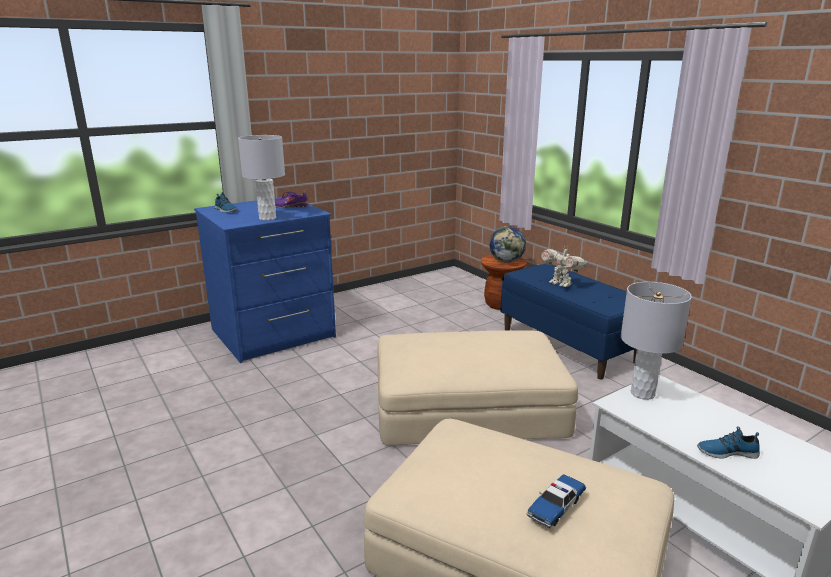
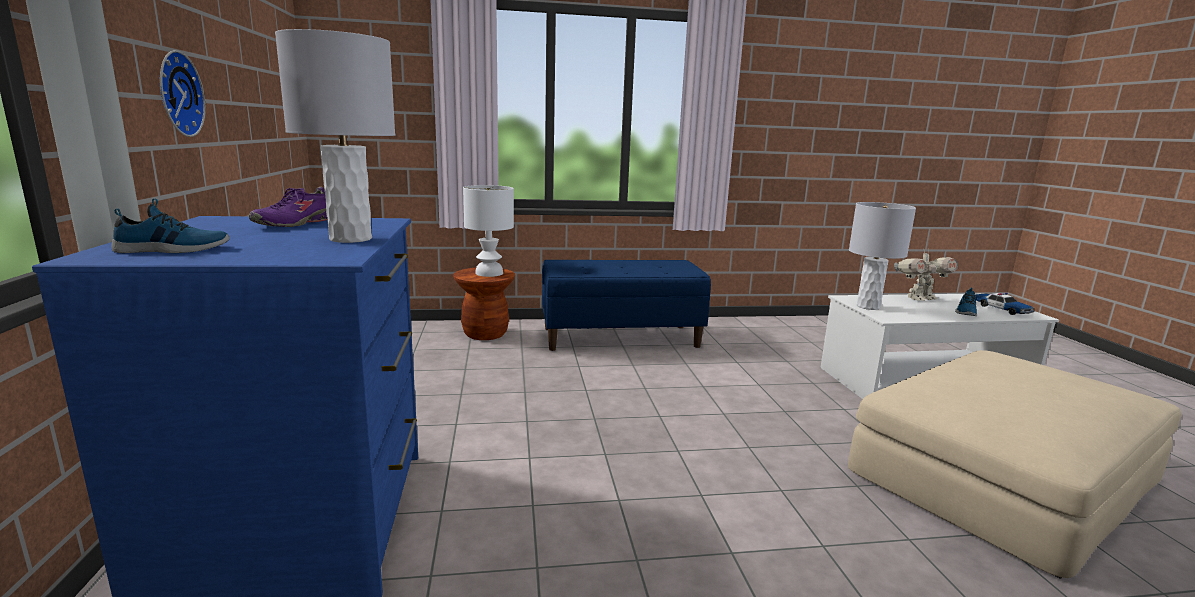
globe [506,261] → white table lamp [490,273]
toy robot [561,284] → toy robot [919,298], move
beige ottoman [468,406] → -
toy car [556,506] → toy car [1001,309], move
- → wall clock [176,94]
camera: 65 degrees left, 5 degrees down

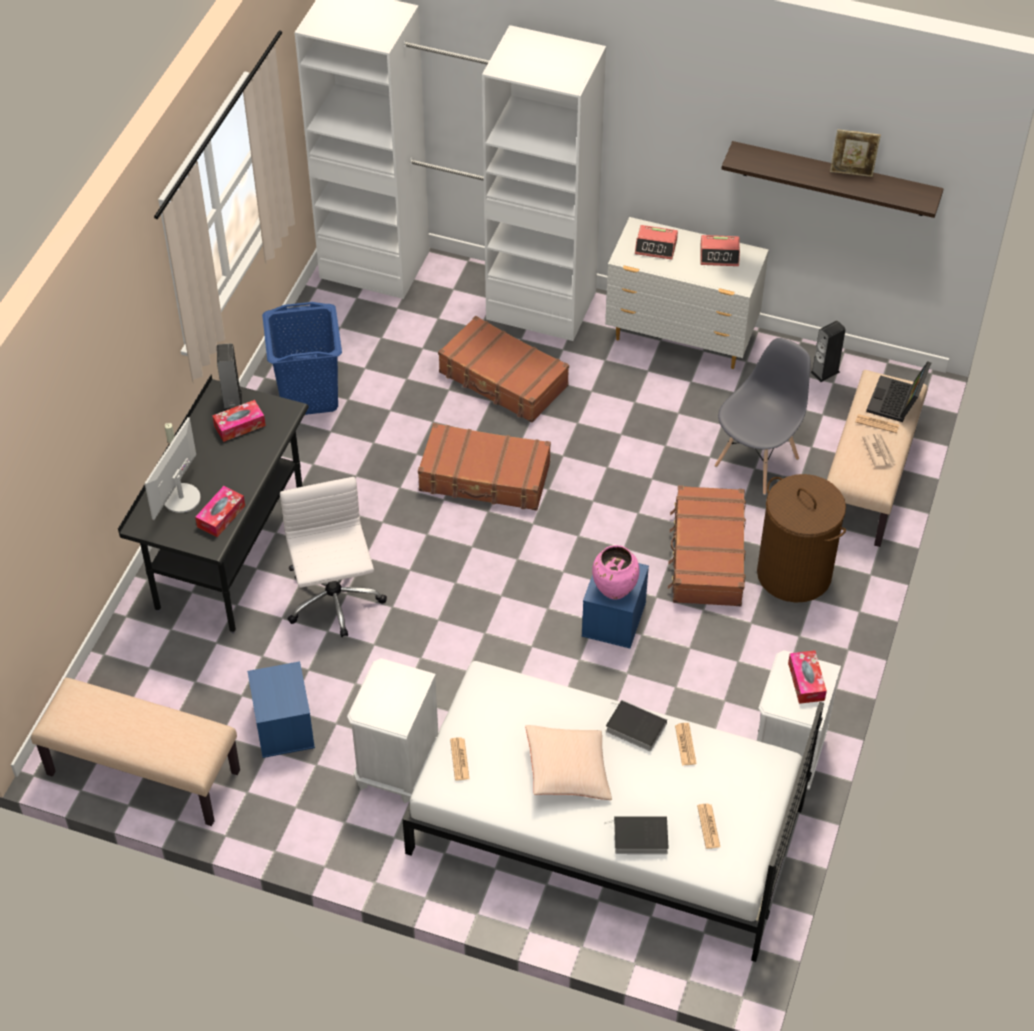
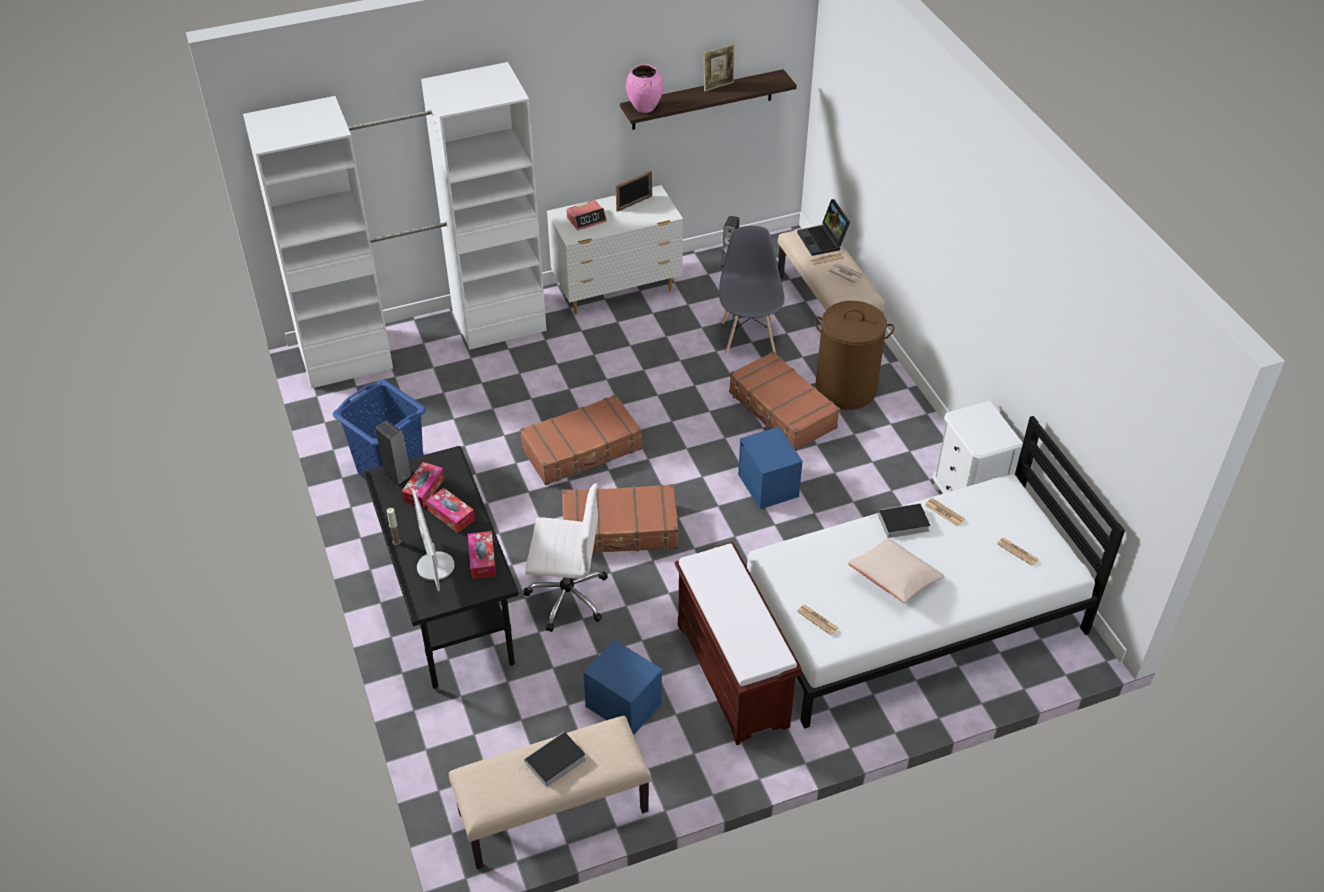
alarm clock [719,255] → picture frame [634,203]
brown suitcase [503,380] → brown suitcase [620,530], move
white office chair [334,602] → white office chair [566,596], 150 degrees clockwise
pink vase [614,591] → pink vase [645,108], move
tissue box [806,681] → tissue box [451,515], move
white nightstand [396,767] → brown bench [733,675]
book [638,837] → book [554,762], move
camera: 40 degrees left, 5 degrees down

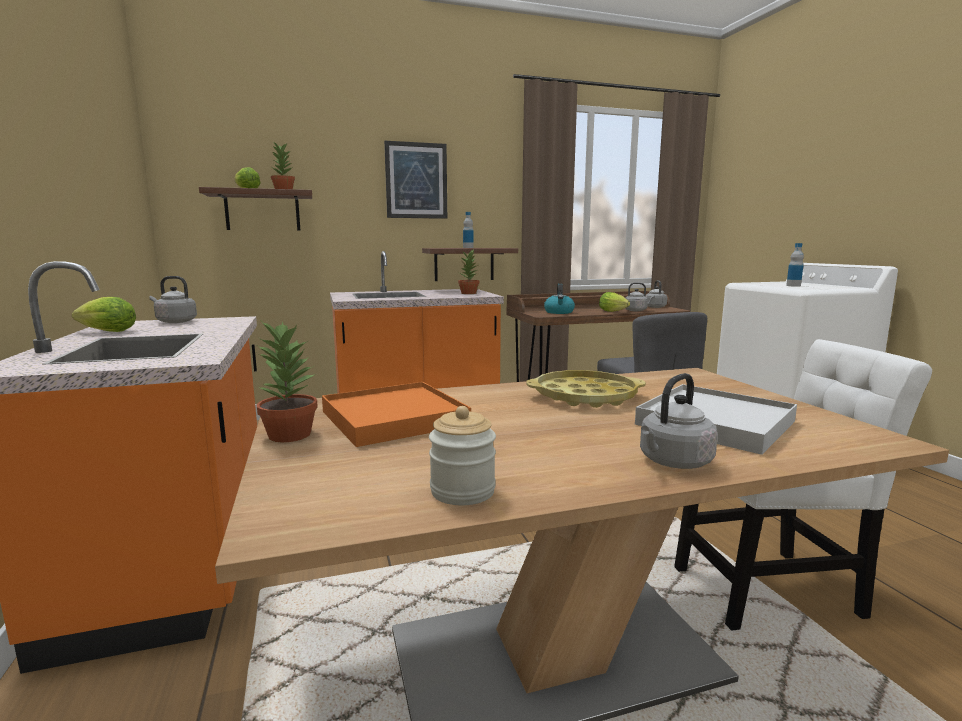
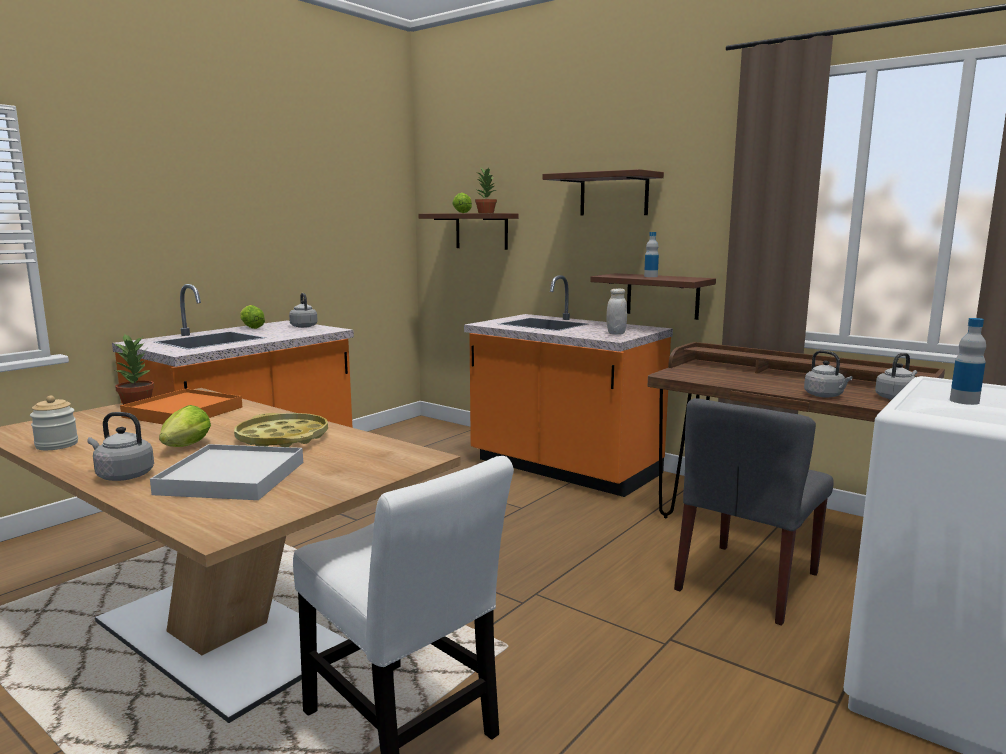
picture [416,181] → brown shelf [614,194]
potted plant [469,293] → white jar [616,333]
kettle [559,312] → -
lettuce [614,312] → lettuce [184,447], move
camera: 55 degrees right, 0 degrees up

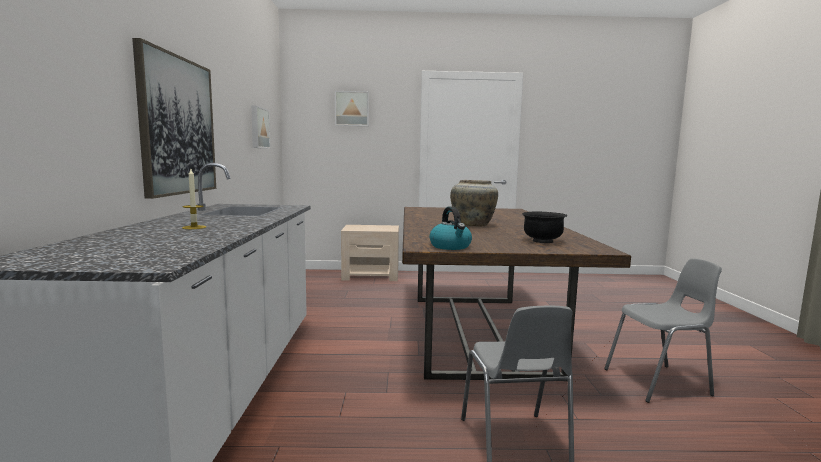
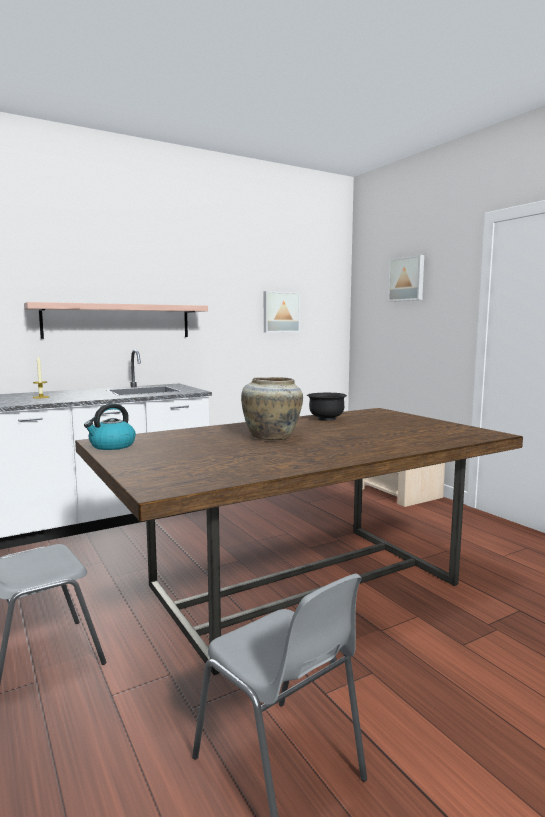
picture [178,126] → shelf [118,321]
black bowl [542,241] → black bowl [326,419], move
camera: 60 degrees right, 0 degrees up

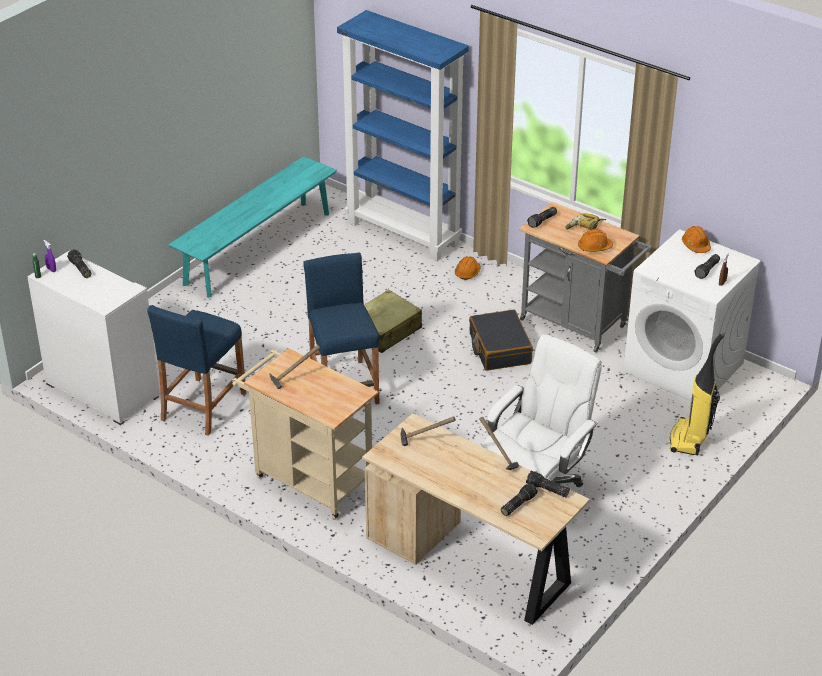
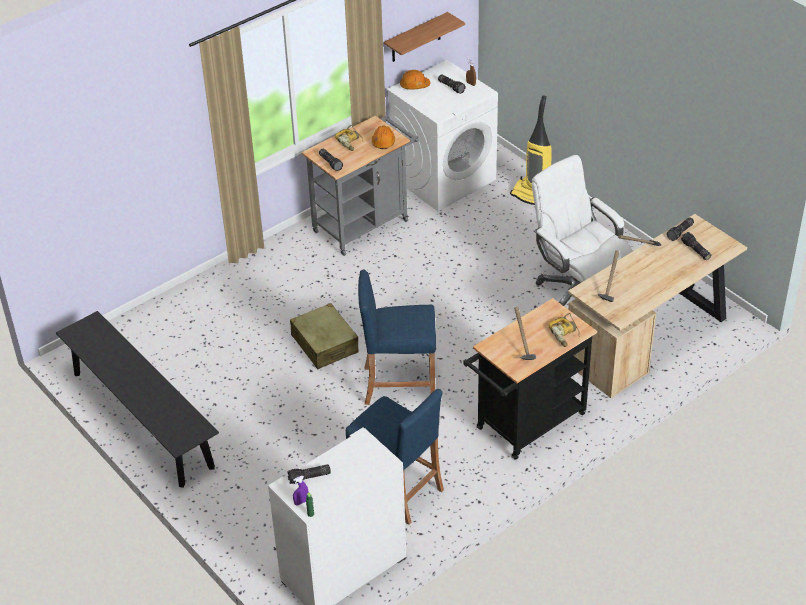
blue bookcase [404,233] → -
turquoise bench [258,248] → black bench [142,419]
orange hard hat [467,273] → -
black suitcase [499,349] → -
beige cart [308,479] → black cart [526,425]
- → shelf [416,38]
- → power drill [565,334]
camera: 75 degrees left, 5 degrees up

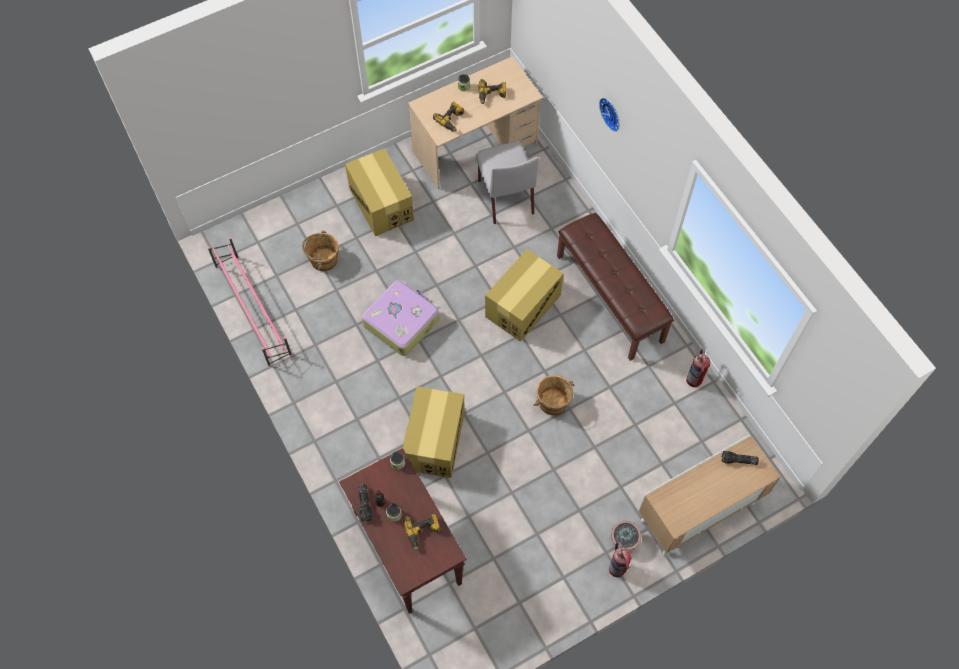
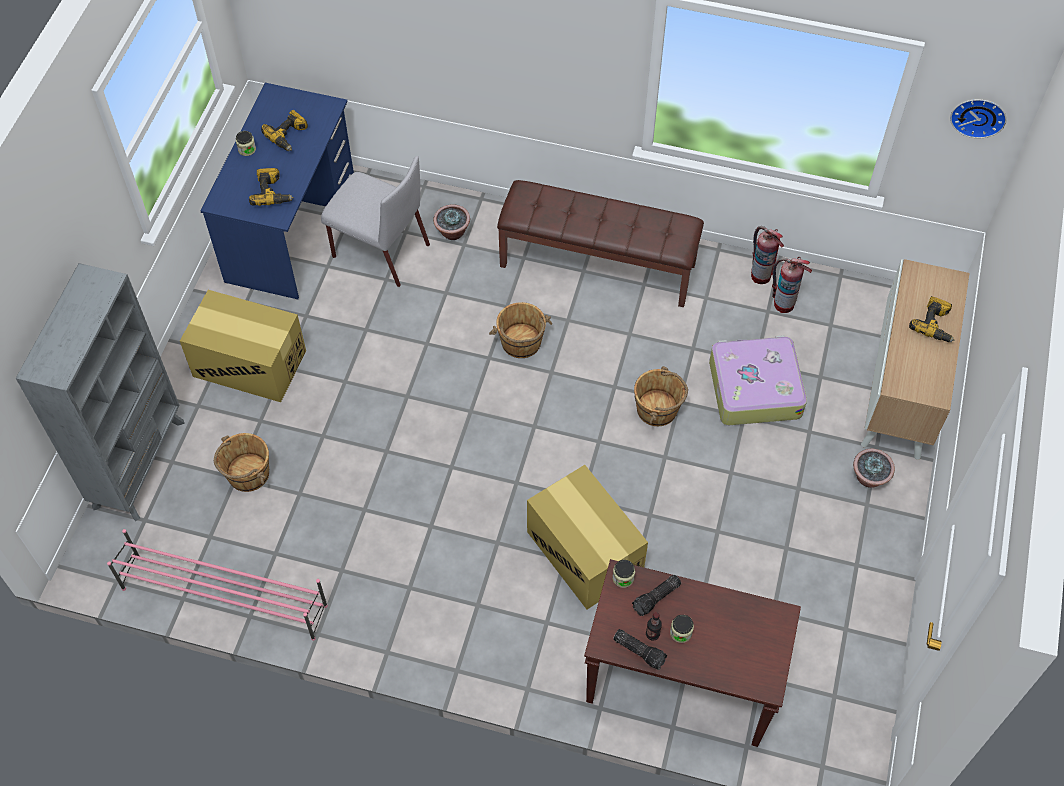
beige desk [475,147] → blue desk [291,227]
wall clock [611,113] → wall clock [978,115], move
cardboard box [522,306] → brown bucket [521,343]
suitcase [401,321] → suitcase [754,388], move
flashlight [738,461] → flashlight [657,598], move
power drill [423,532] → power drill [935,324], move
fire extinguisher [617,568] → fire extinguisher [783,304], move
- → potted plant [452,232]
- → grey bookcase [140,463]
camera: 45 degrees left, 5 degrees down

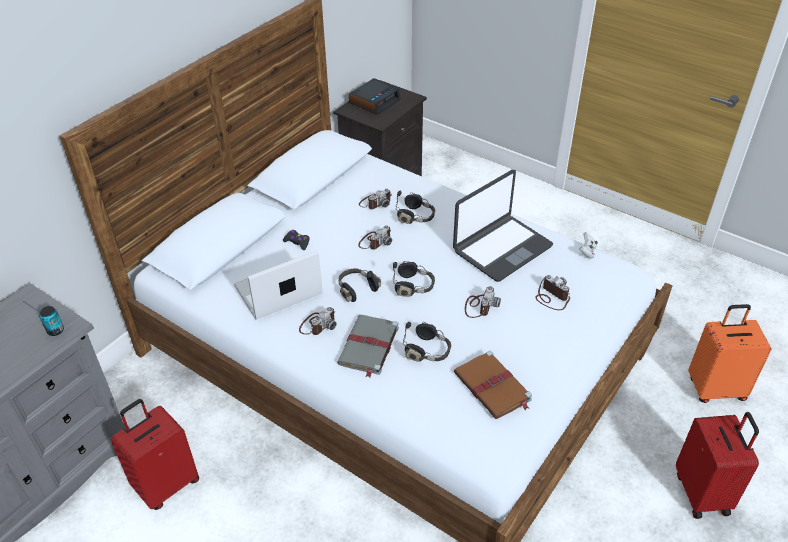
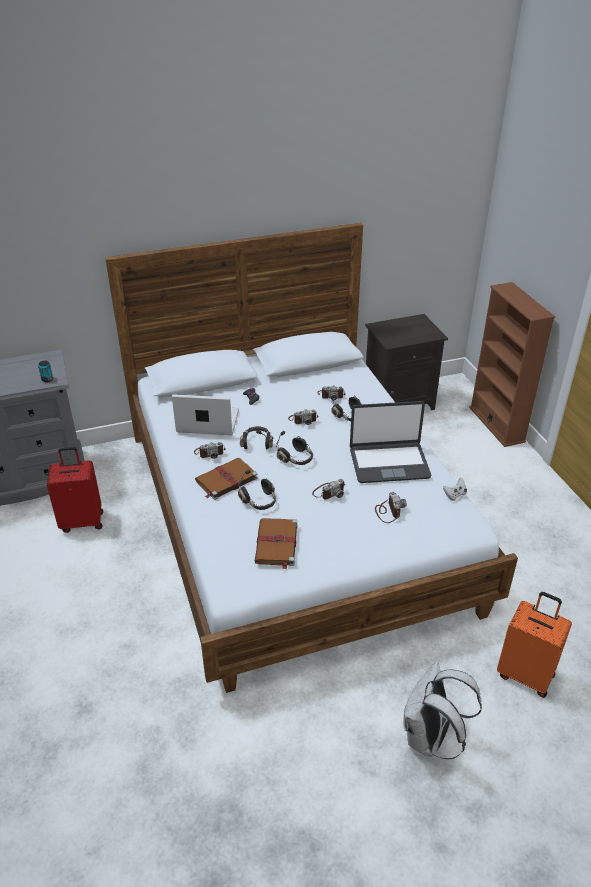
alarm clock [374,101] → -
grey book [368,347] → brown book [225,480]
red suitcase [703,493] → white backpack [430,738]
- → brown bookcase [496,424]
camera: 35 degrees right, 5 degrees down

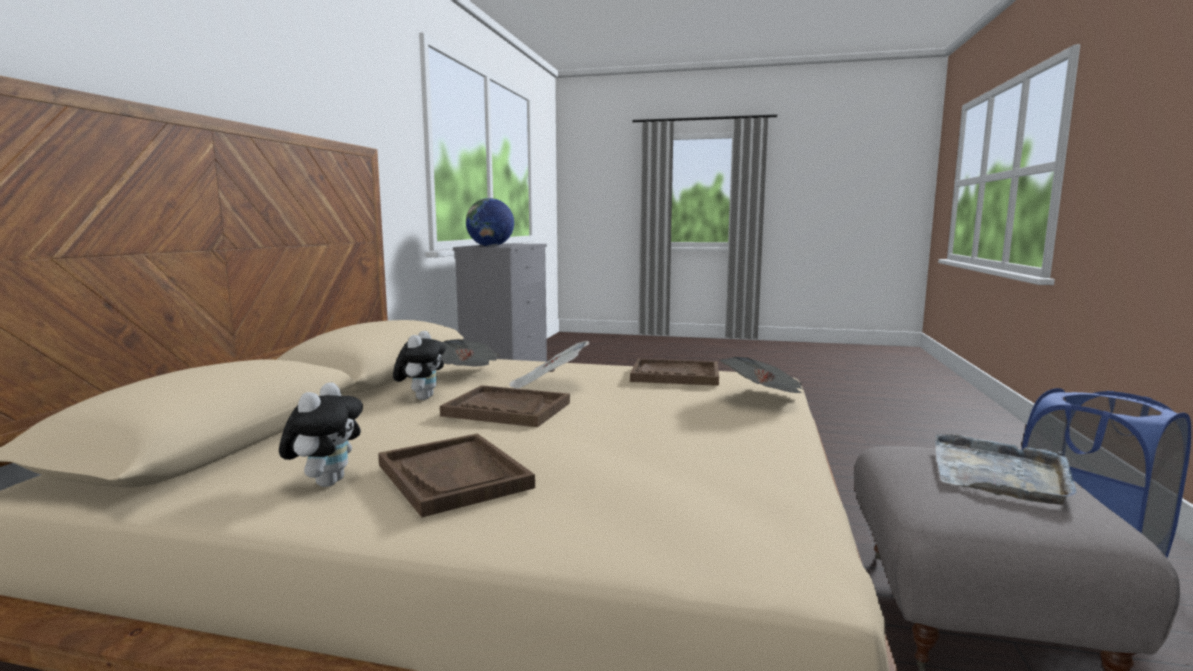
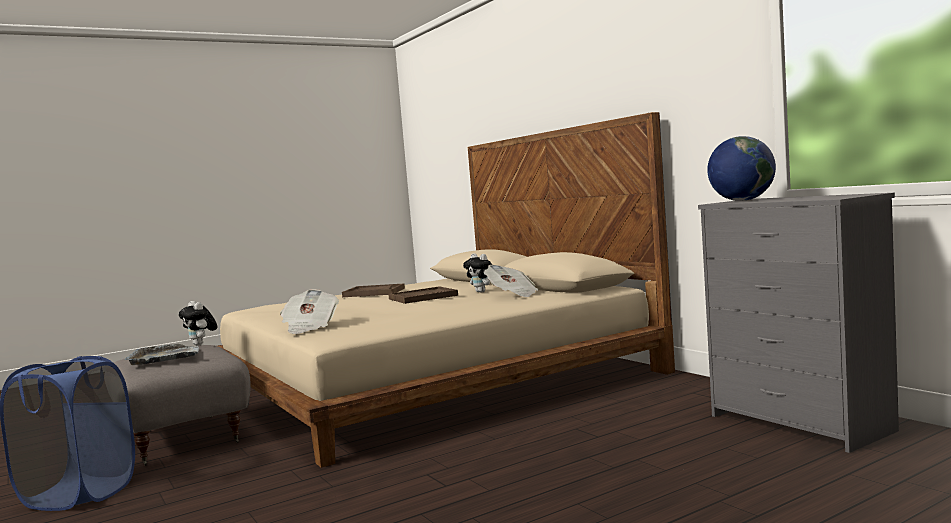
newspaper [547,387] → -
brown tray [675,375] → -
plush toy [326,482] → plush toy [201,344], move
camera: 135 degrees right, 5 degrees down

